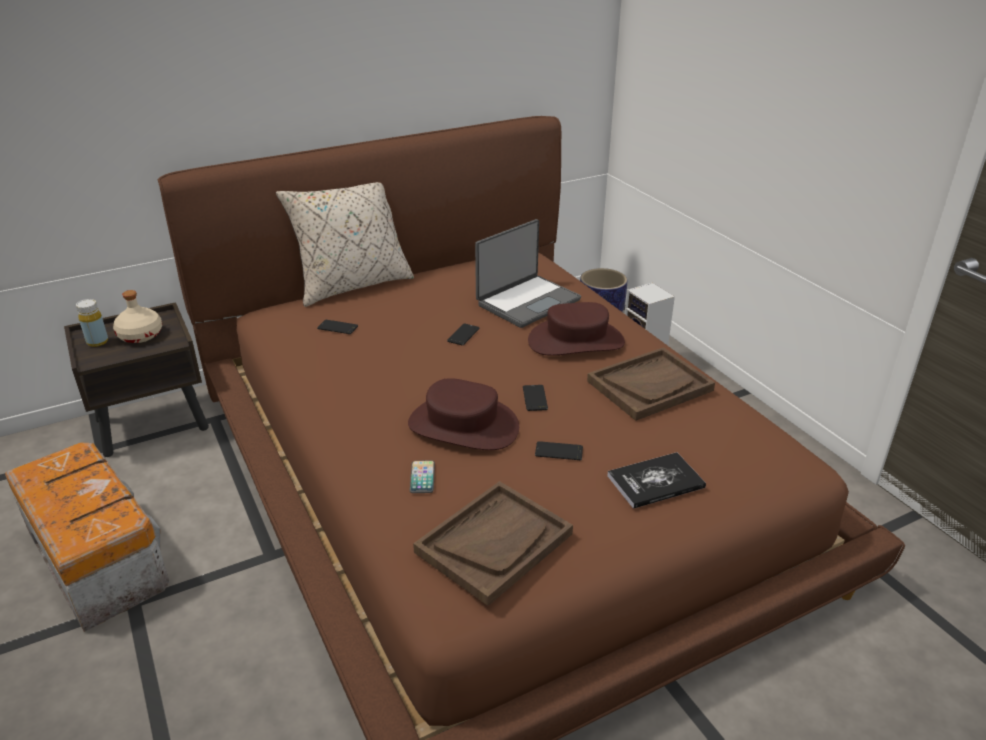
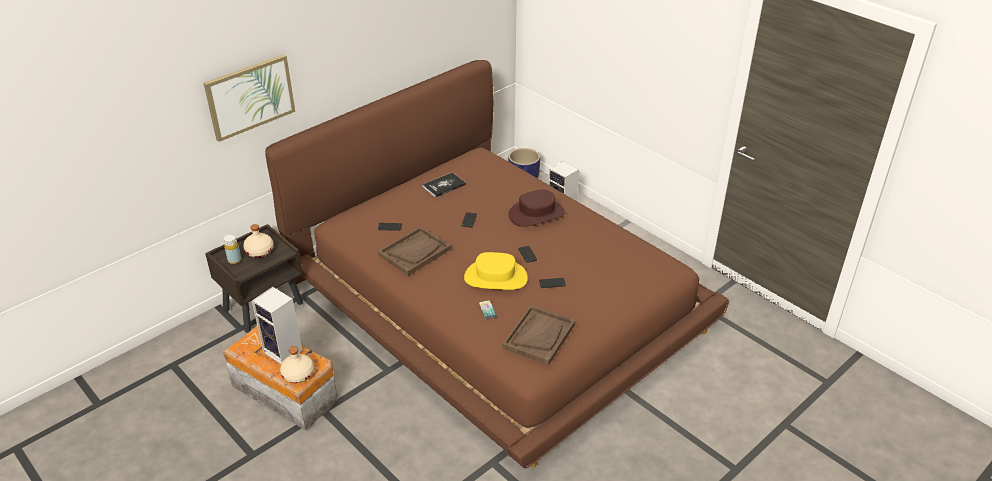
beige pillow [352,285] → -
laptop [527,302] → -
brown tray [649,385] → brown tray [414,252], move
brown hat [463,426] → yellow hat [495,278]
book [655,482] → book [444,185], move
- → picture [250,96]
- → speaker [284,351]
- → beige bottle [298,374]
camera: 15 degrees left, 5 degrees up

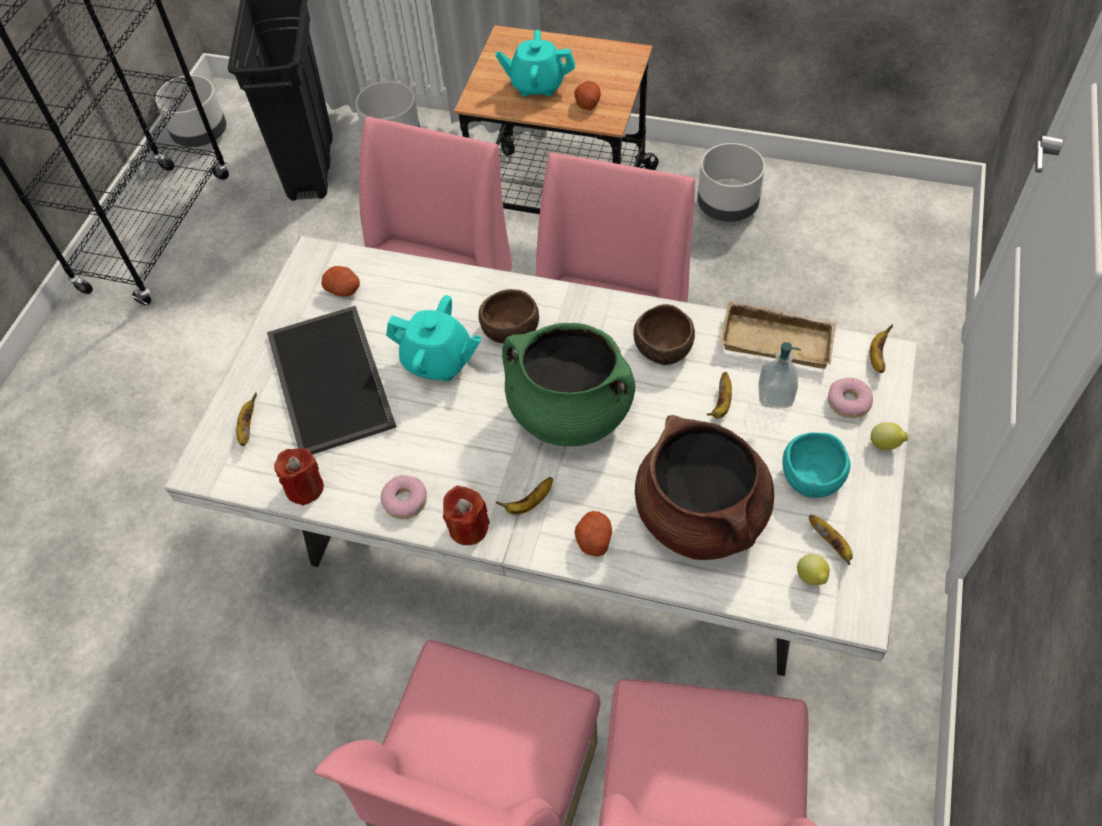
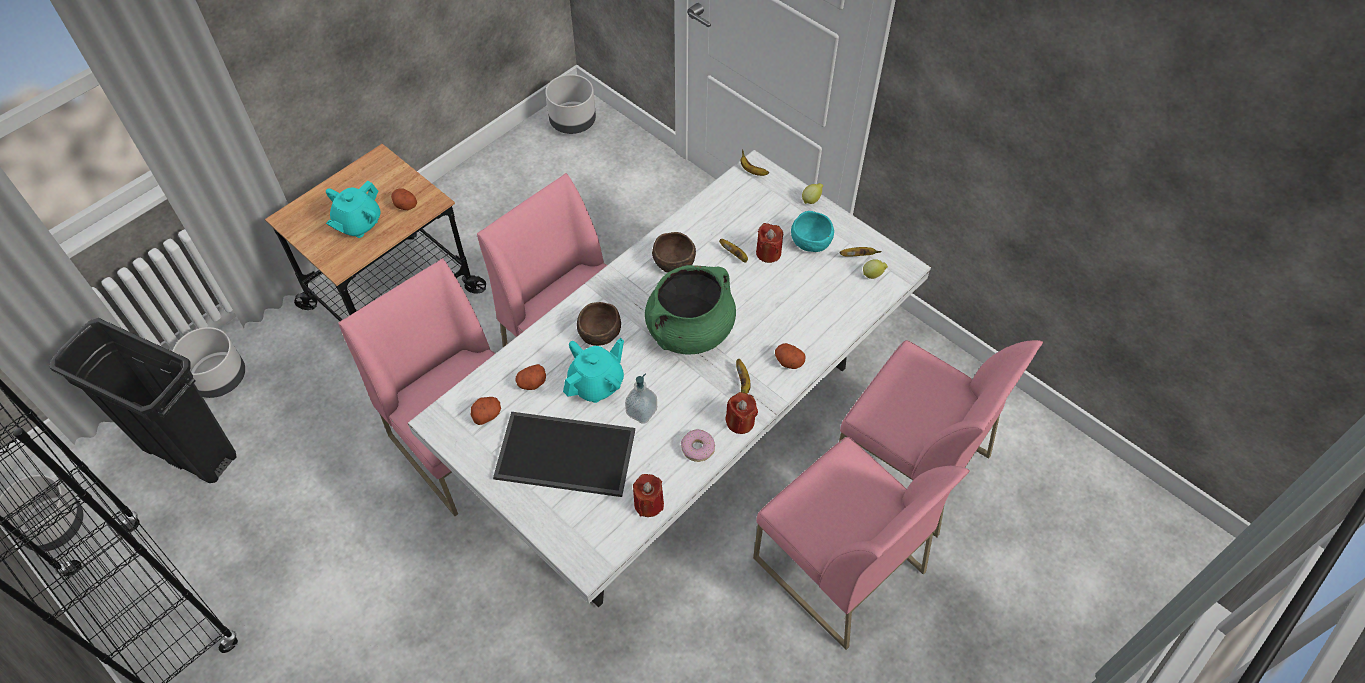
grey planter [727,207] → grey planter [573,122], move
beige tray [778,339] → -
soap dispenser [775,396] → soap dispenser [641,412], move
donut [848,402] → -
banana [247,428] → -
brown cooking pot [701,516] → -
- → red candle [768,253]
- → potato [532,383]
camera: 65 degrees left, 0 degrees up

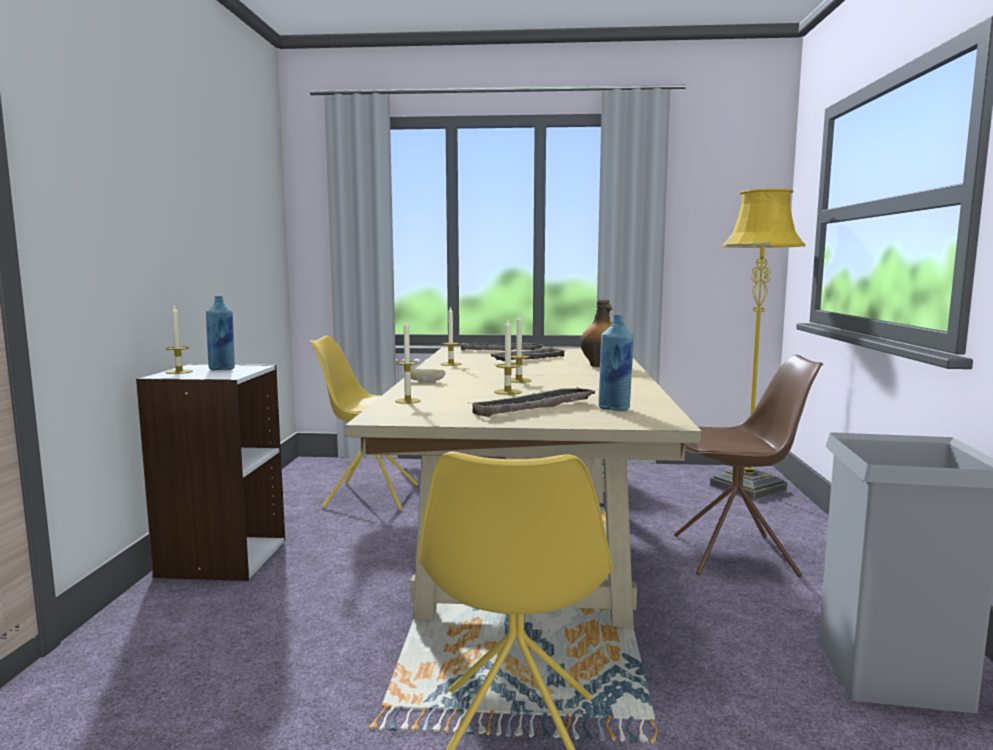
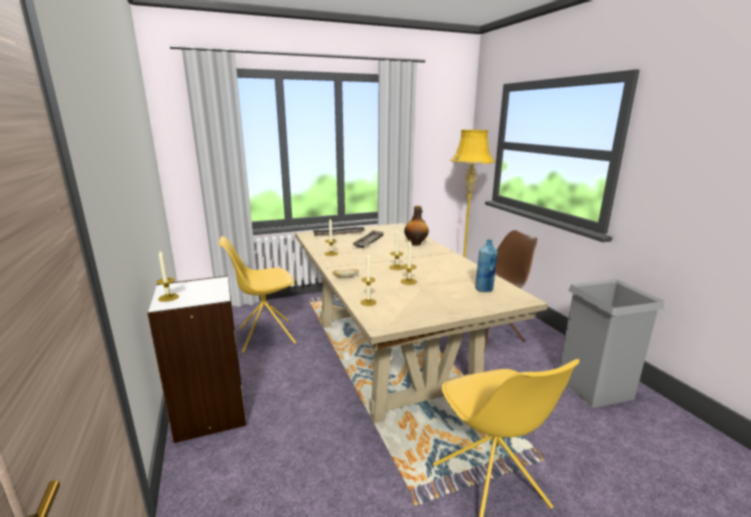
blue bottle [222,369] → -
tray [534,408] → -
camera: 25 degrees left, 10 degrees up

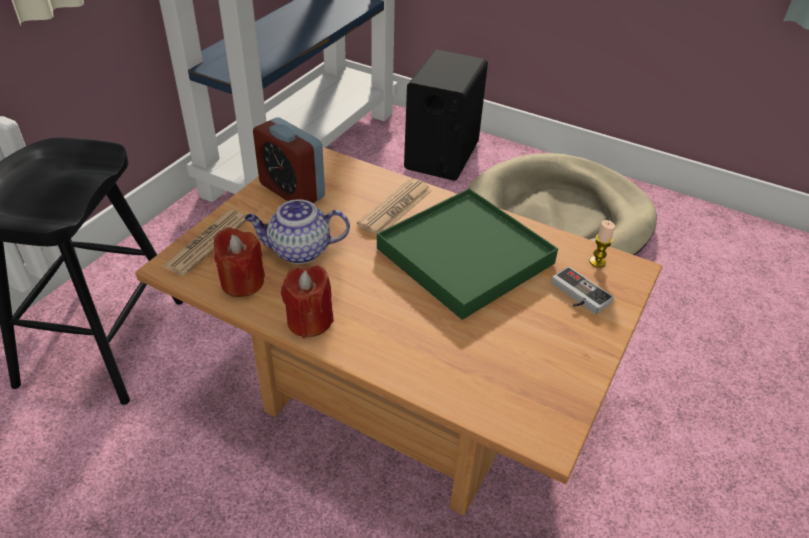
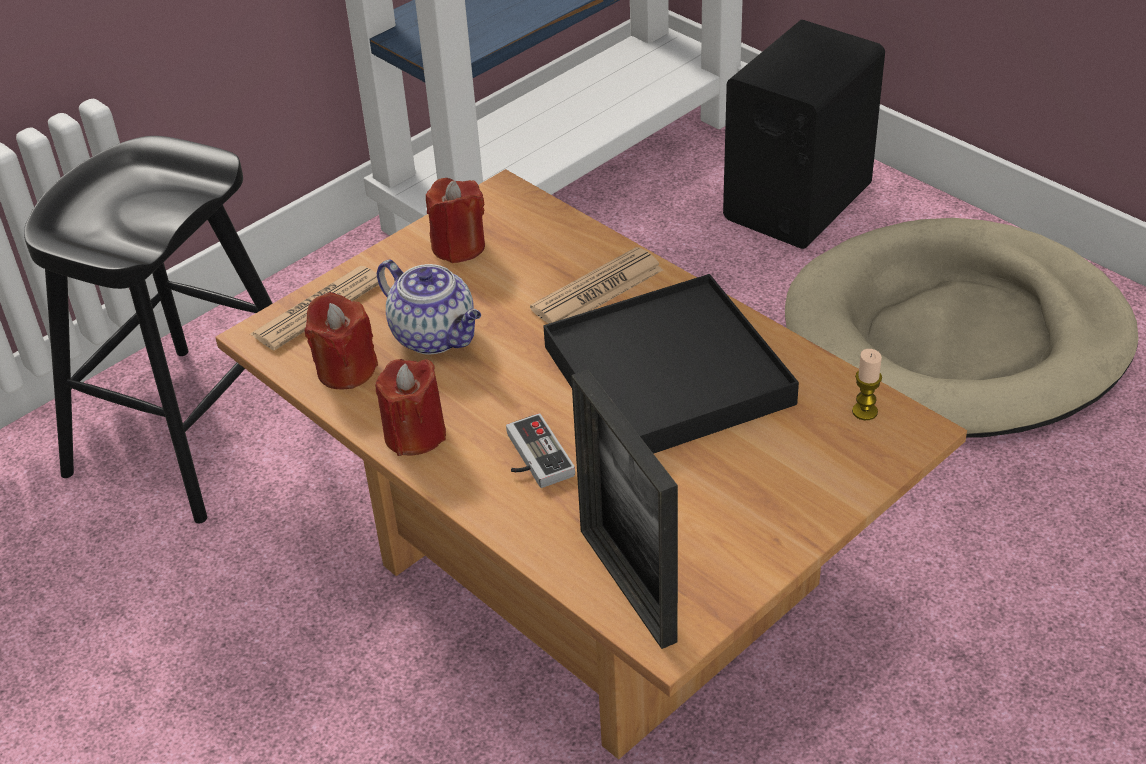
alarm clock [292,191] → red candle [458,246]
green tray [465,256] → black tray [667,376]
teapot [299,251] → teapot [436,336], 150 degrees counterclockwise
game controller [577,295] → game controller [532,458], move
- → picture frame [627,584]
camera: 20 degrees right, 0 degrees up

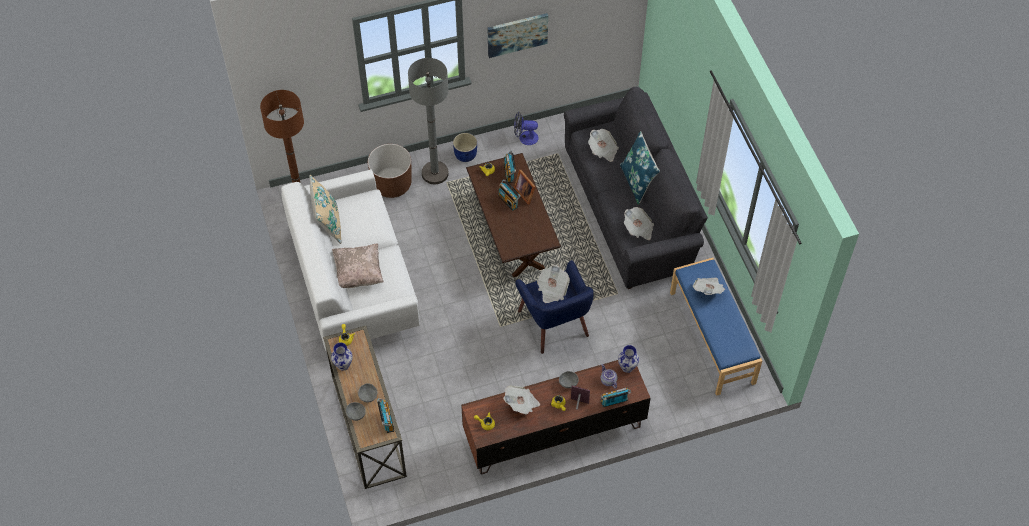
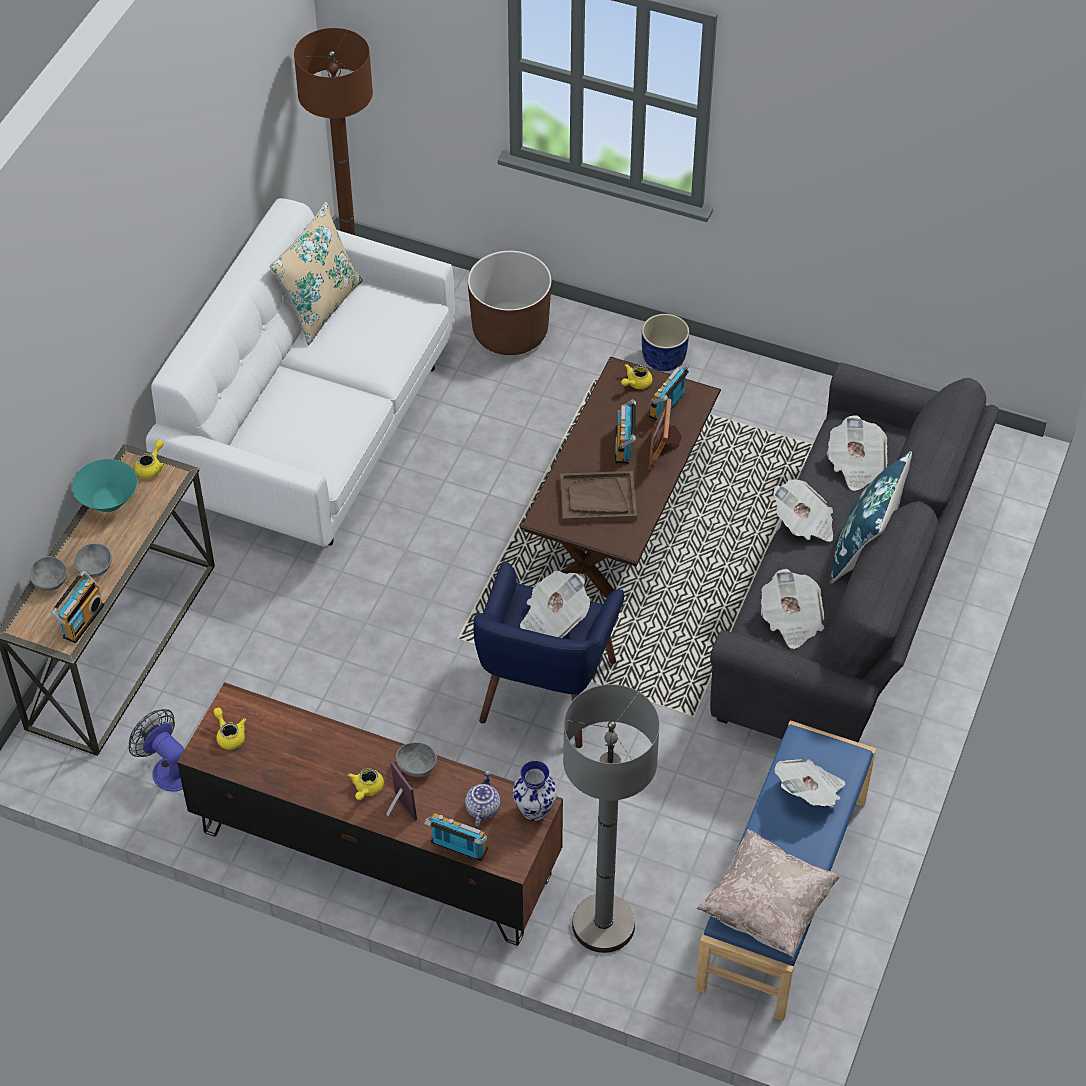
picture [517,34] → -
grey floor lamp [435,173] → grey floor lamp [603,924], move
fan [525,138] → fan [168,768], move
beige pillow [358,273] → beige pillow [767,908], move
vase [343,364] → turquoise bowl [108,500]
newspaper [521,404] → newspaper [804,523], move
- → brown tray [597,499]
camera: 40 degrees right, 5 degrees down

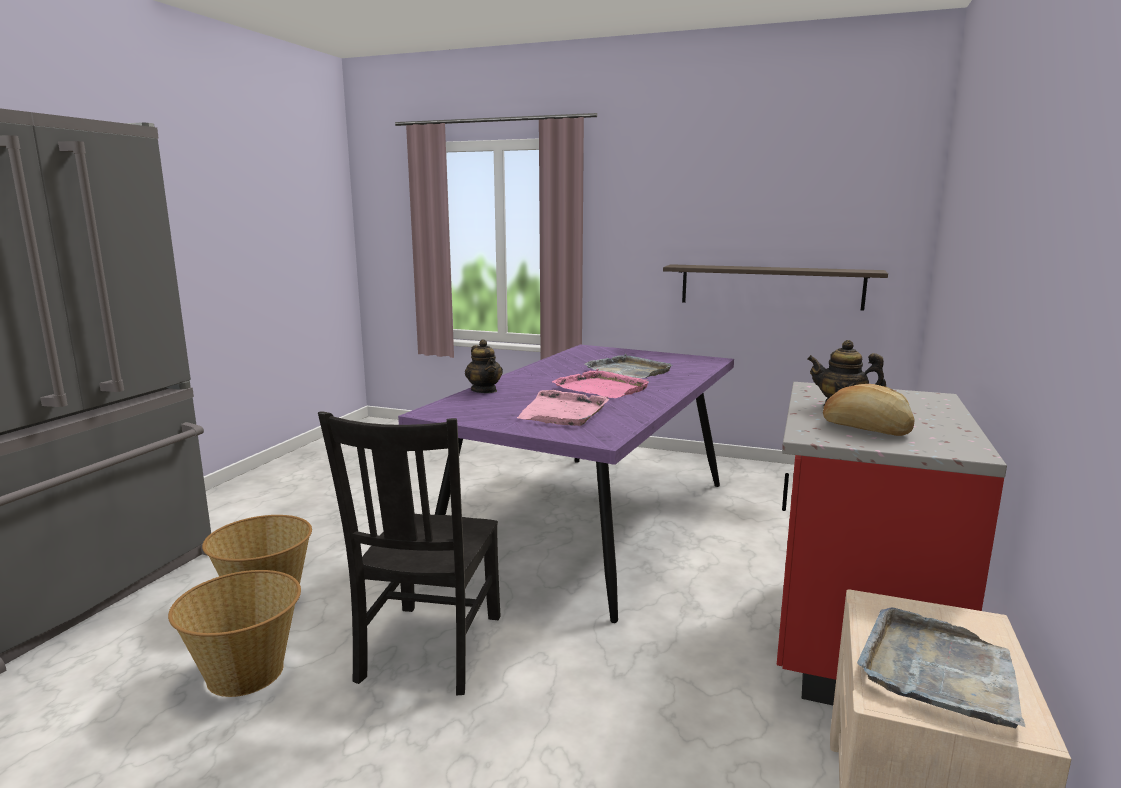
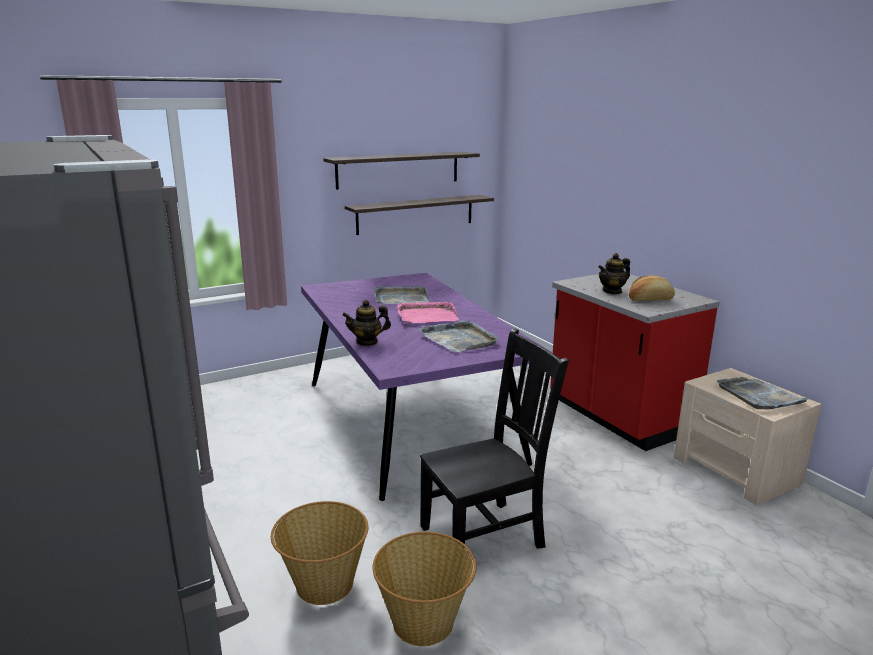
teapot [484,390] → teapot [367,342], 150 degrees clockwise
pink tray [563,412] → grey tray [459,339]
black chair [429,650] → black chair [486,535], 75 degrees counterclockwise
- → shelf [398,170]
camera: 50 degrees left, 5 degrees up

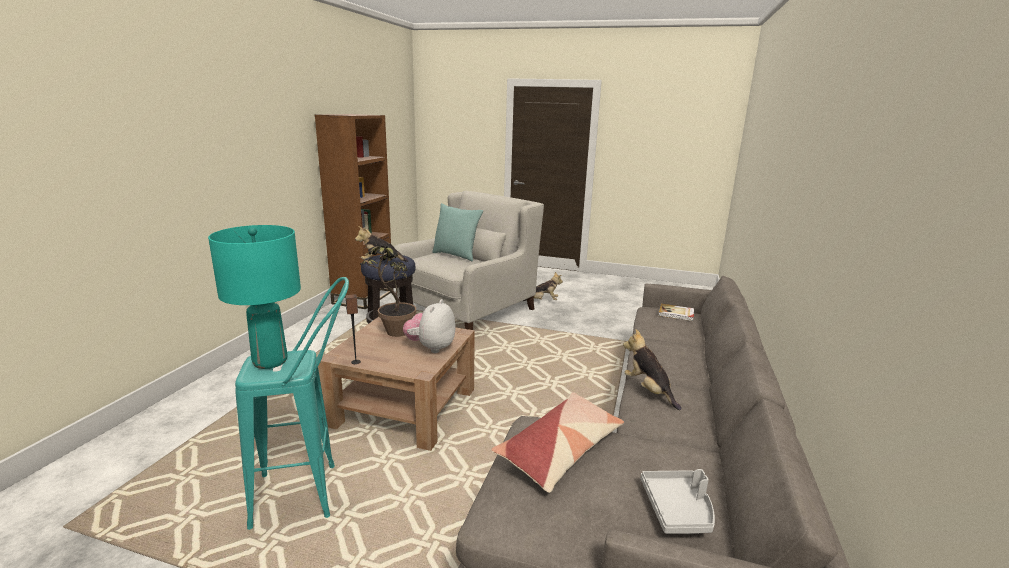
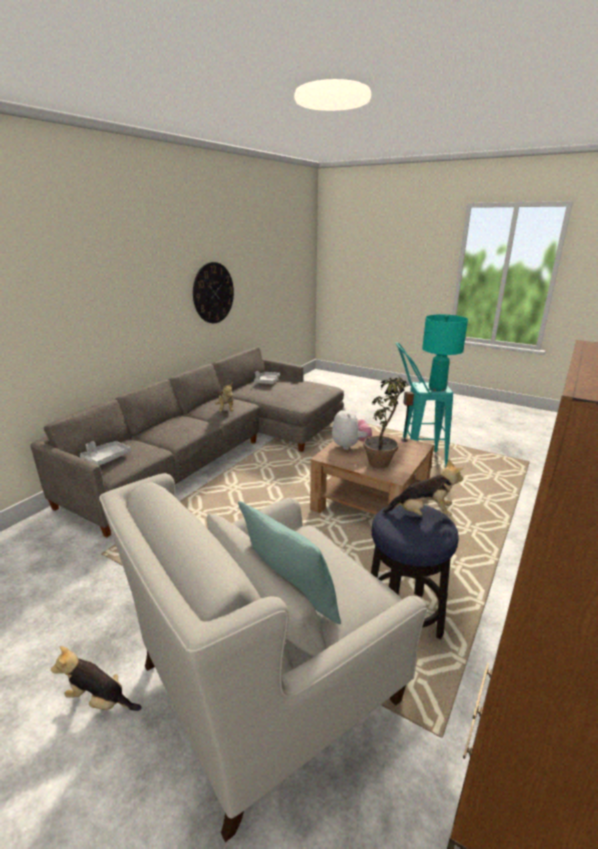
plush toy [431,348] → plush toy [350,446], 45 degrees counterclockwise
book [676,314] → grey tray [106,458]
pillow [561,450] → -
- → wall clock [213,293]
camera: 165 degrees left, 5 degrees up

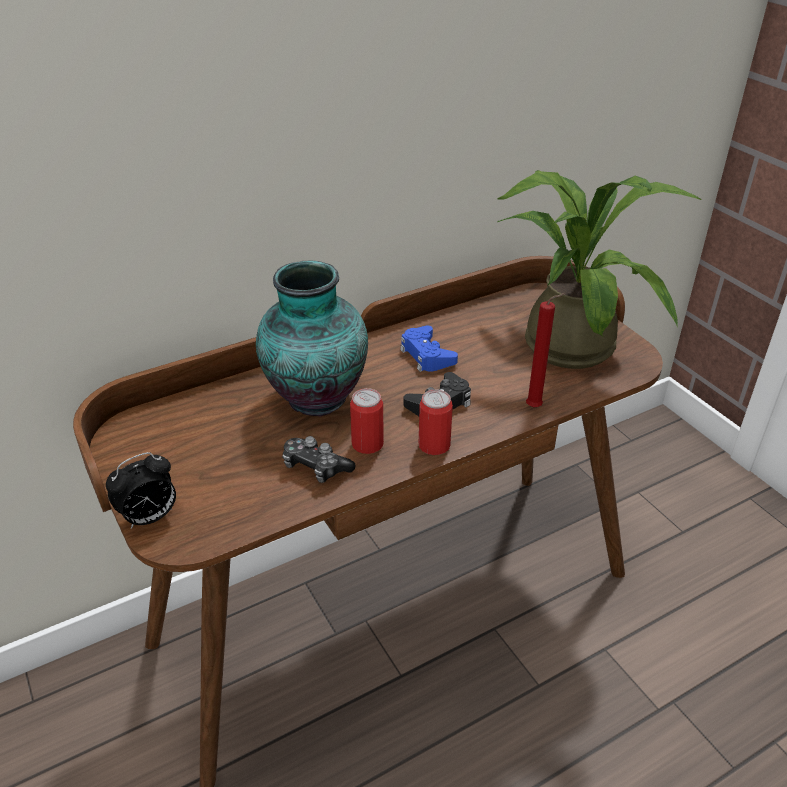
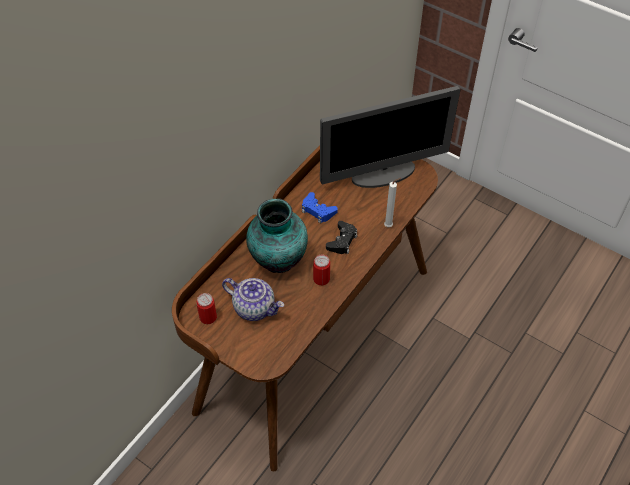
potted plant [567,339] → monitor [384,173]
red candle [536,407] → white candle [389,226]
can [434,445] → can [208,317], move
game controller [315,467] → -
alarm clock [149,518] → -
- → teapot [255,307]
camera: 25 degrees left, 15 degrees up

